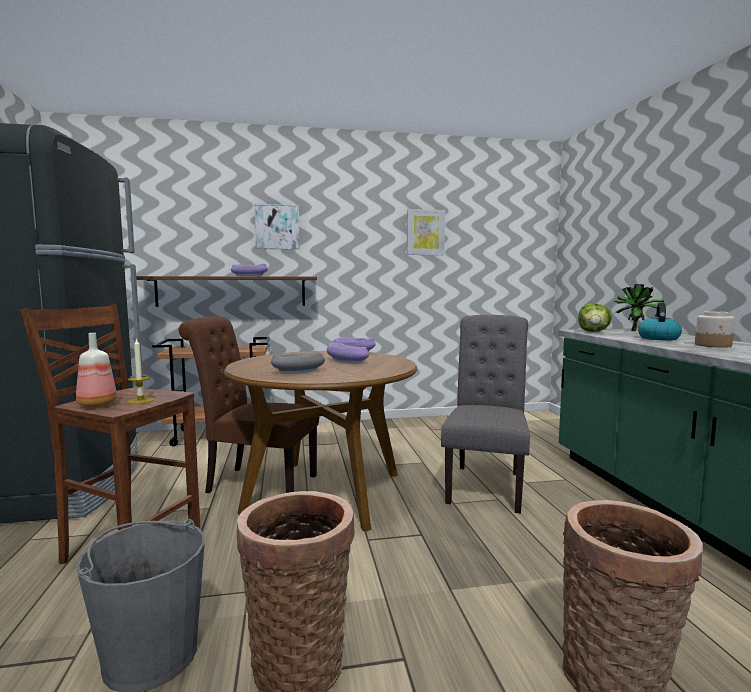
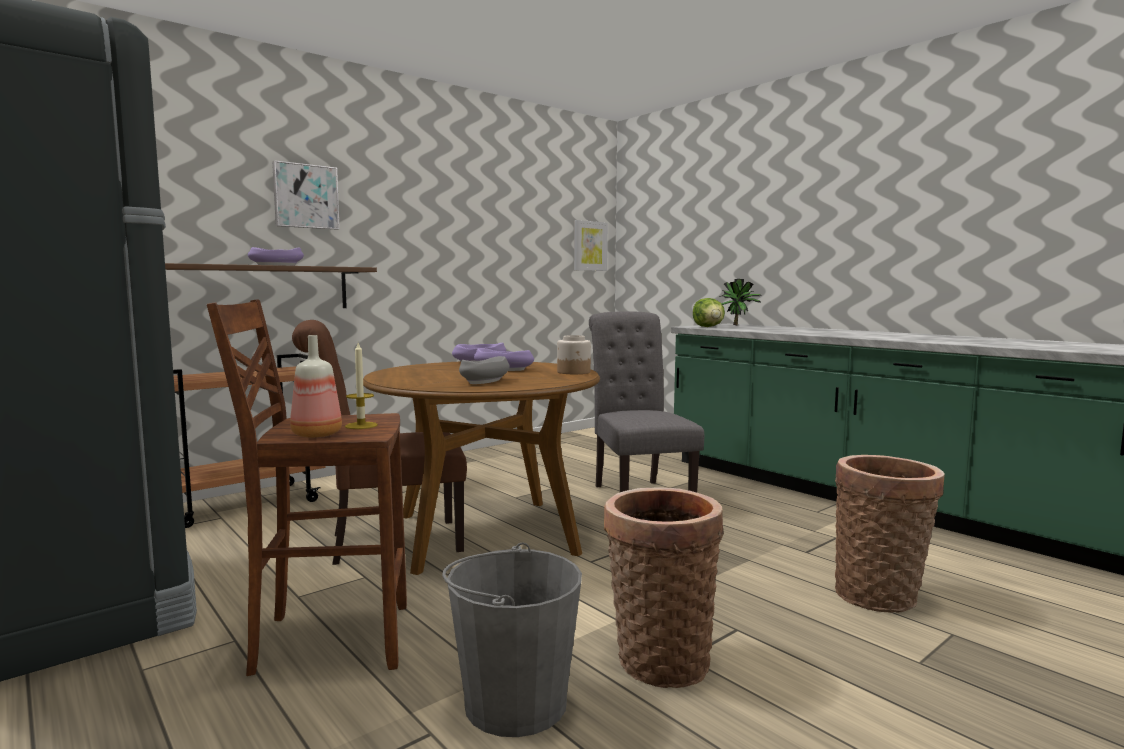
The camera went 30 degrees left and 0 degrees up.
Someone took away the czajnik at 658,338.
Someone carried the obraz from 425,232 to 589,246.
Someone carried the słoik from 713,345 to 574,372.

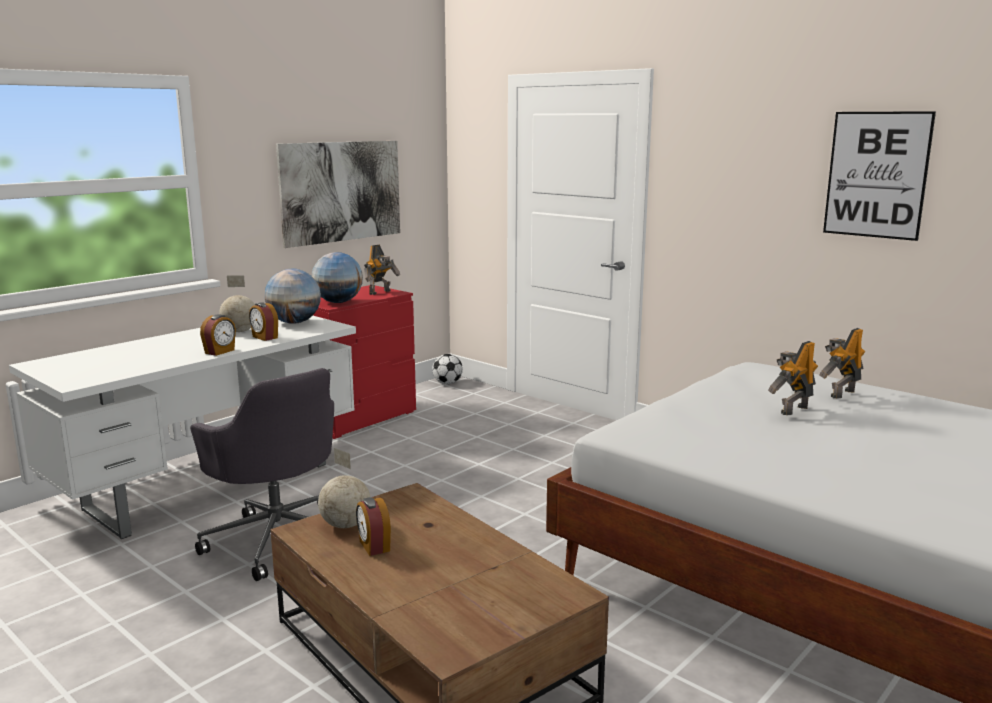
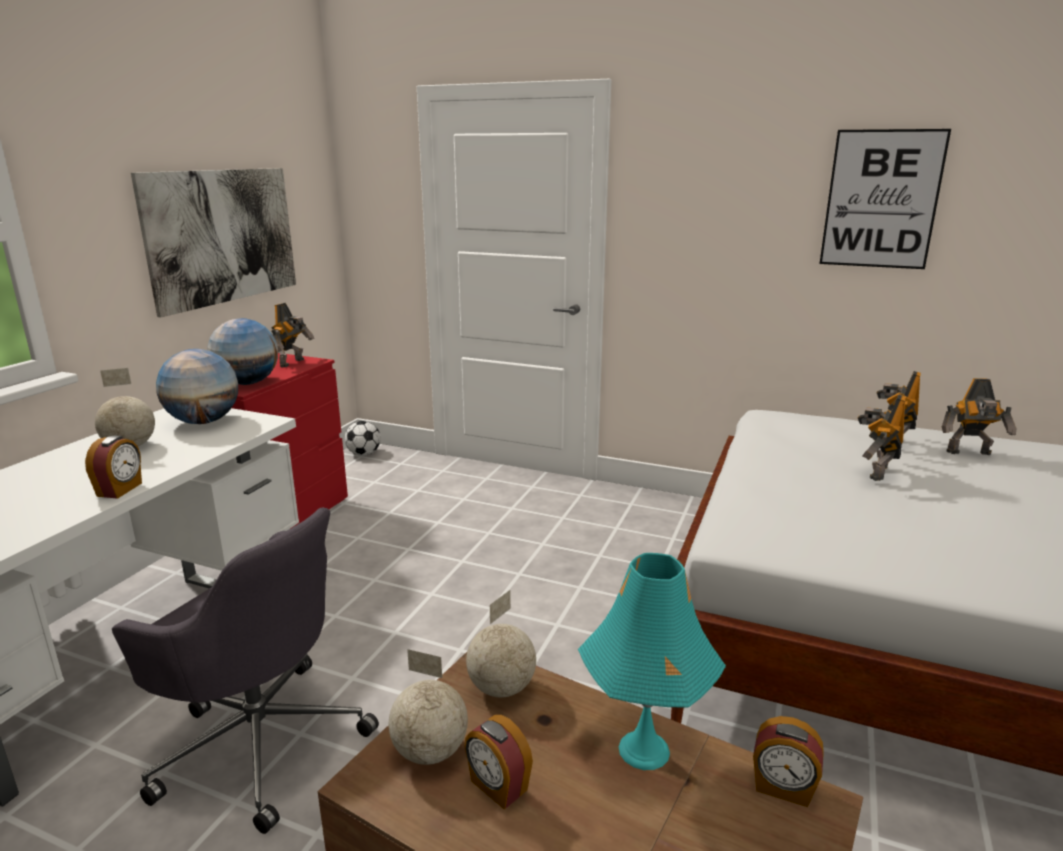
The camera went 20 degrees left and 5 degrees up.
Someone put down the globus at 502,688.
Someone put down the lampa stołowa/turkusowy at 643,750.
Someone put down the robot zabawkowy at 970,453.
Someone carried the budzik from 264,337 to 783,788.

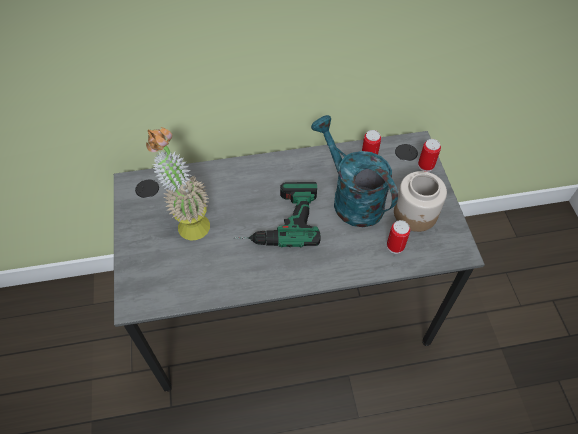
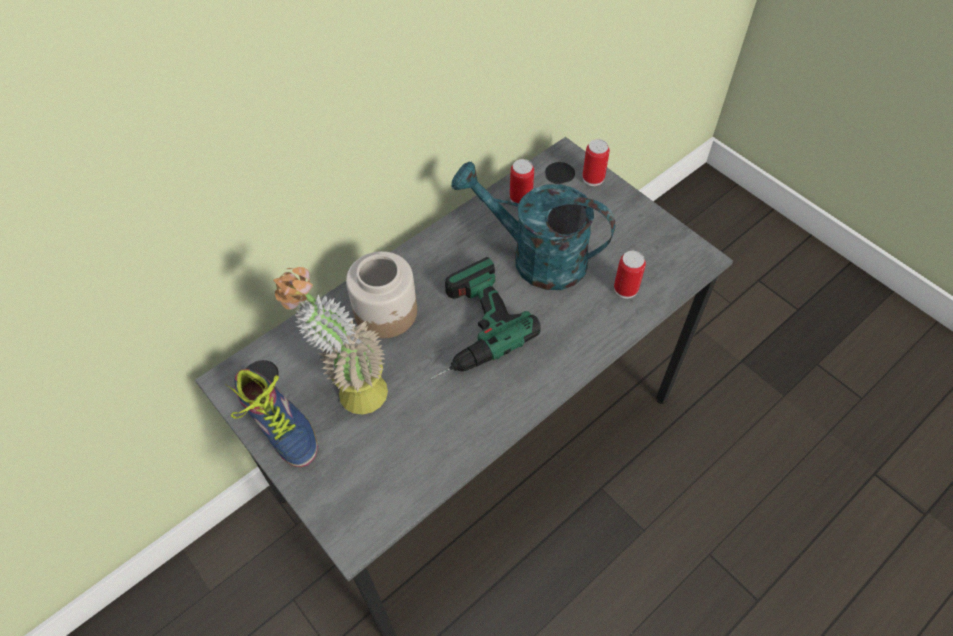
The camera went 30 degrees left and 0 degrees up.
Someone put down the but at 276,427.
Someone carried the słoik from 415,214 to 386,312.

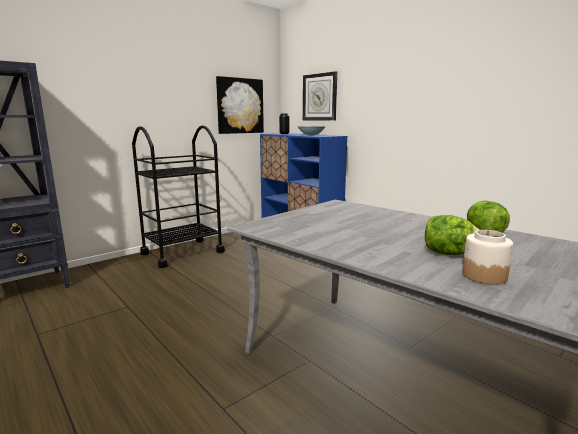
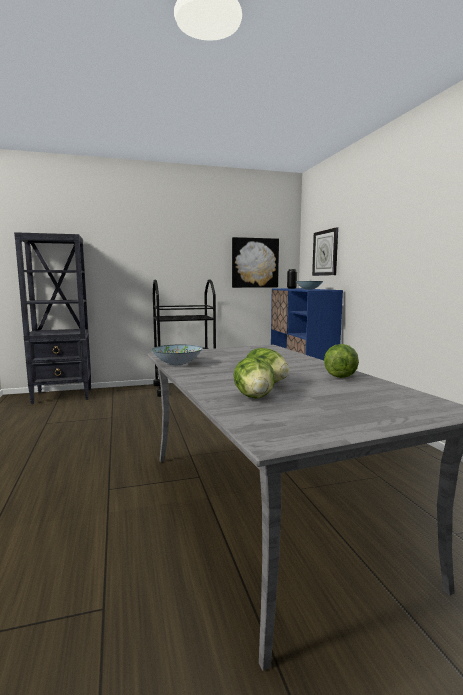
The camera went 25 degrees right and 5 degrees down.
Someone put down the miska at 177,363.
Someone swapped the słoik at 484,276 for the sałata at 254,397.

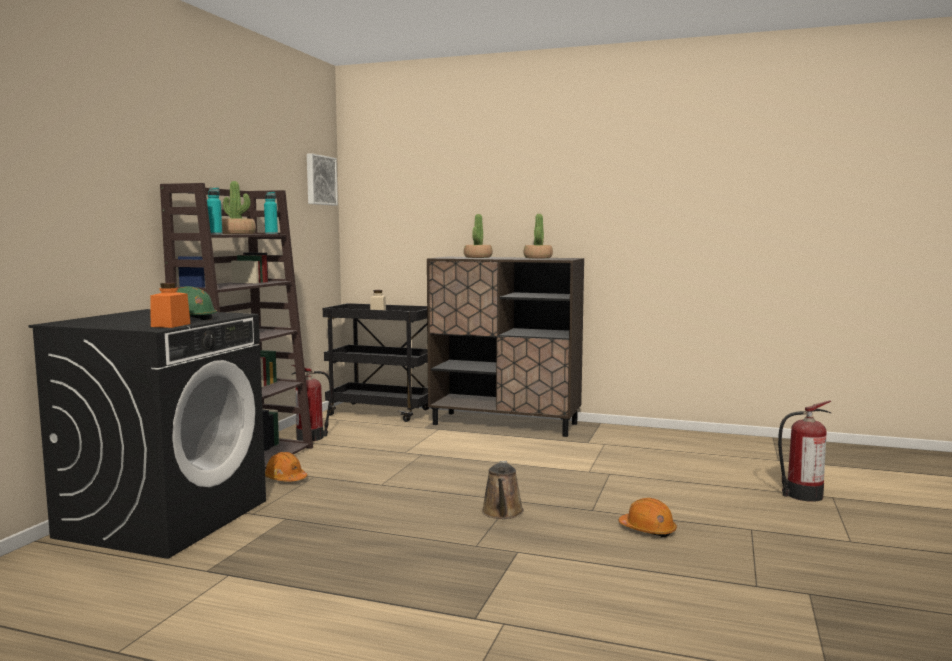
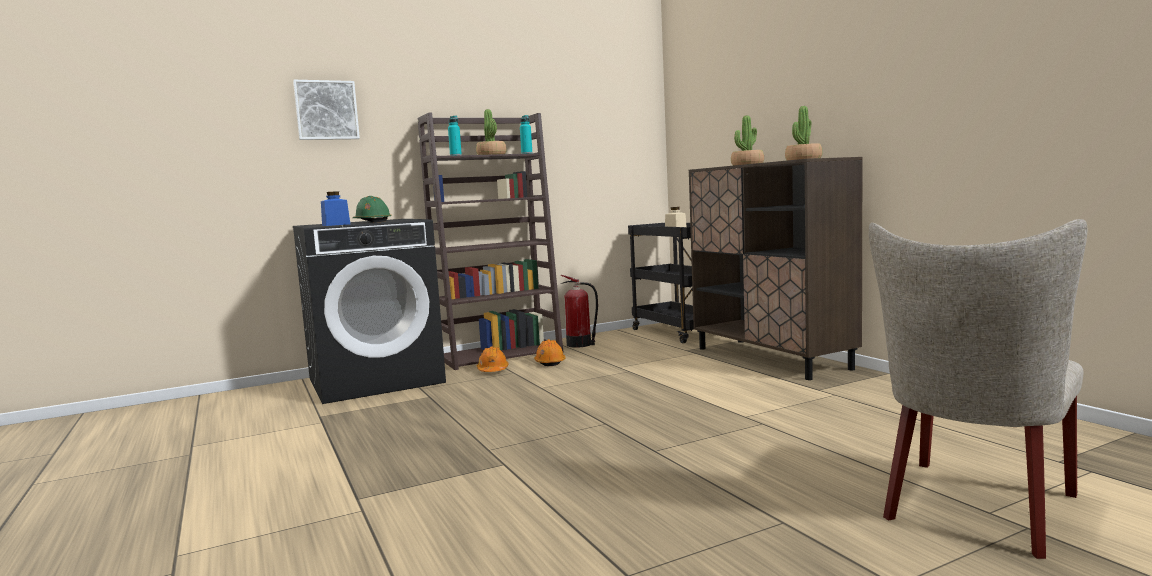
The camera went 45 degrees right and 0 degrees up.
Someone took away the konewka/brązowy at 502,513.
Someone carried the obraz from 320,180 to 326,110.
Someone carried the kask/pomarańczowy from 647,530 to 550,362.
Someone swapped the gaśnica at 802,495 for the krzesło/beżowy at 975,510.
Someone repainted the słoik/pomarańczowy at 170,325, which became the słoik/niebieski at 336,225.

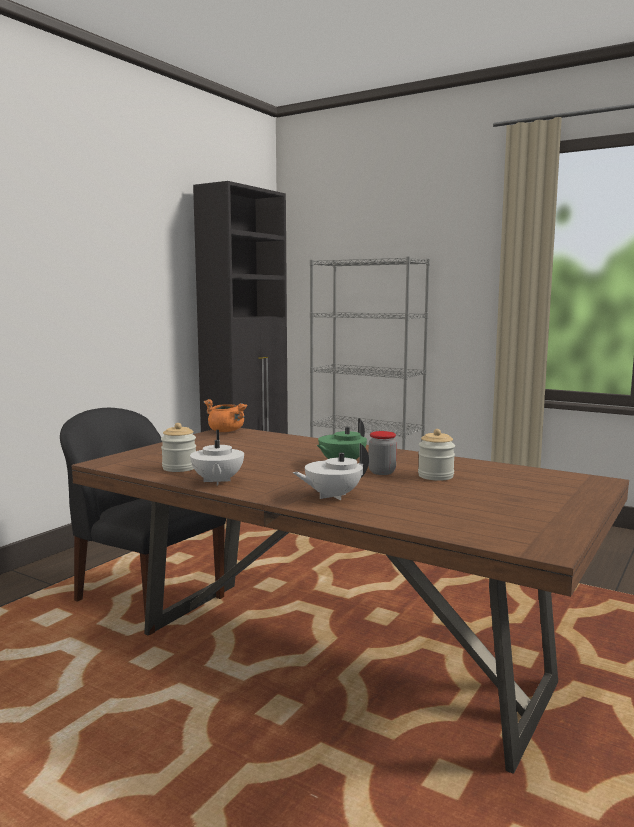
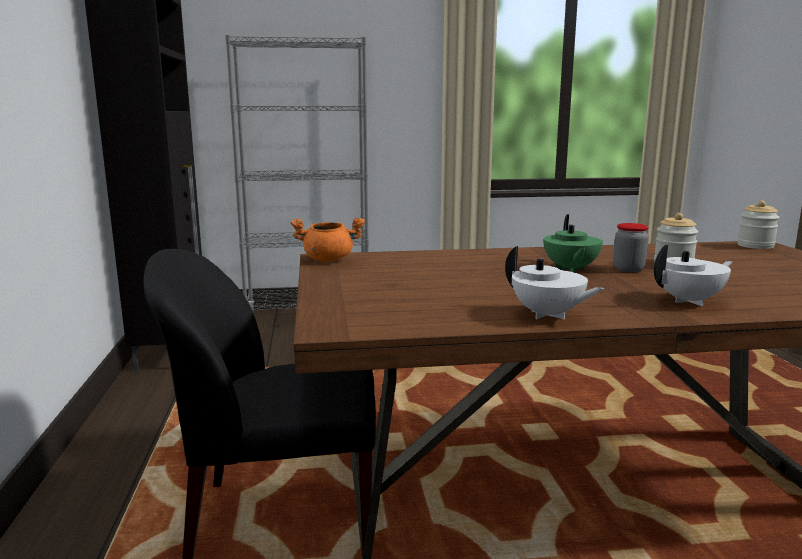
The camera went 40 degrees left and 5 degrees up.
Someone carried the słoik from 179,468 to 755,246.
Someone rotated the imbryk/biały at 332,496 by 135 degrees counterclockwise.

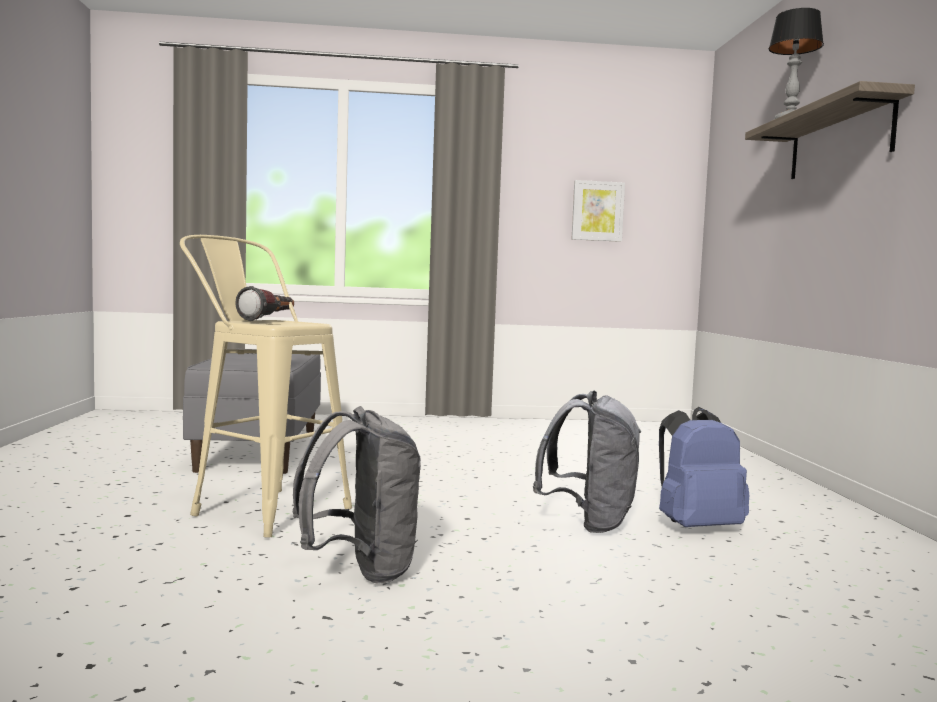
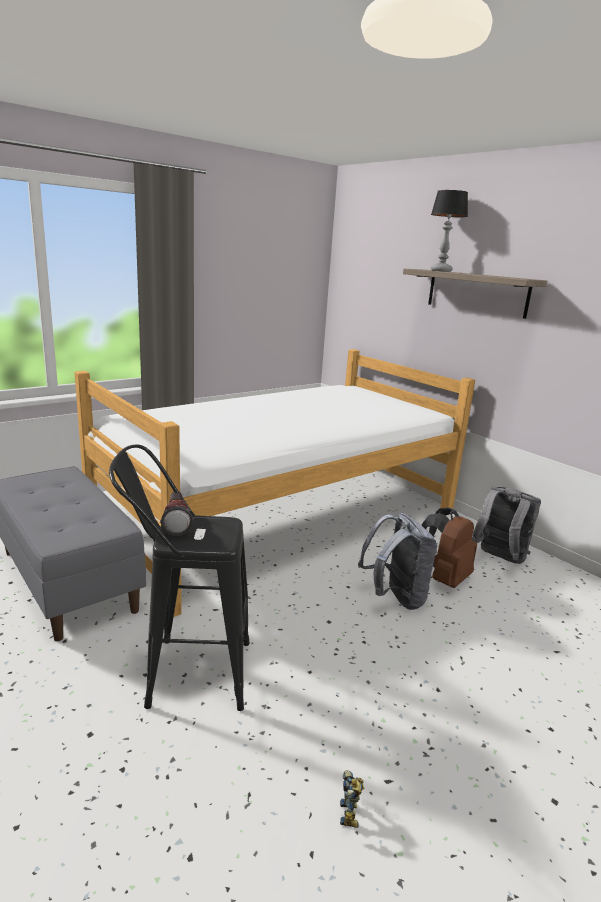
The camera went 35 degrees left and 15 degrees up.
Someone took away the obraz at 597,211.
Someone put down the łóżko at 282,517.
Someone put down the robot zabawkowy at 351,813.
Someone carried the plecak/szary from 360,570 to 498,559.
Someone repainted the stołek/beżowy at 262,509, which became the stołek/czarny at 186,672.
Someone repainted the plecak/niebieski at 695,527, which became the plecak/brązowy at 444,579.

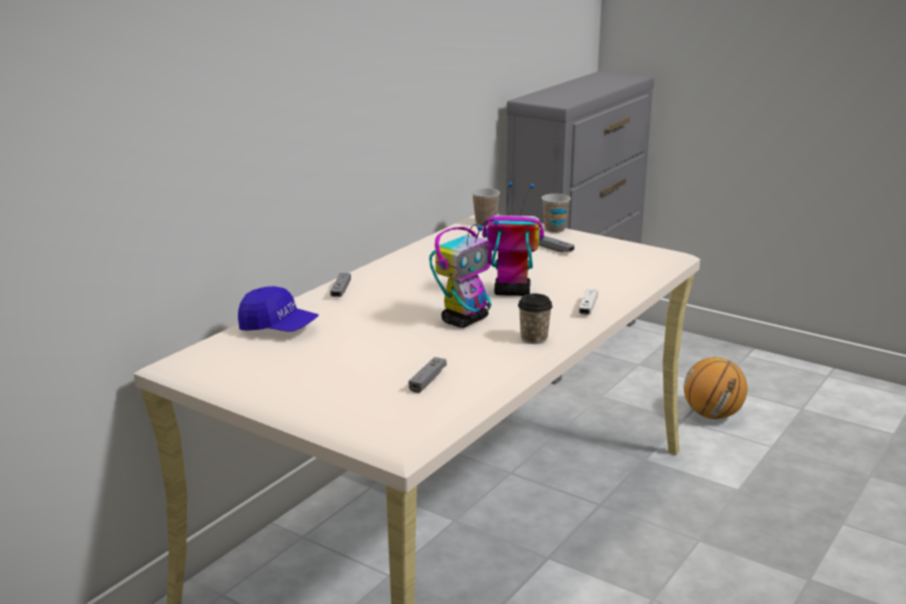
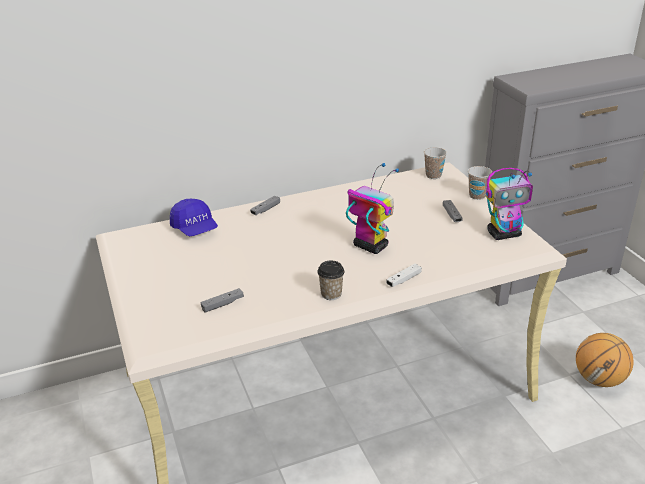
The camera went 35 degrees right and 10 degrees up.
Someone carried the robot zabawkowy from 465,320 to 504,234.

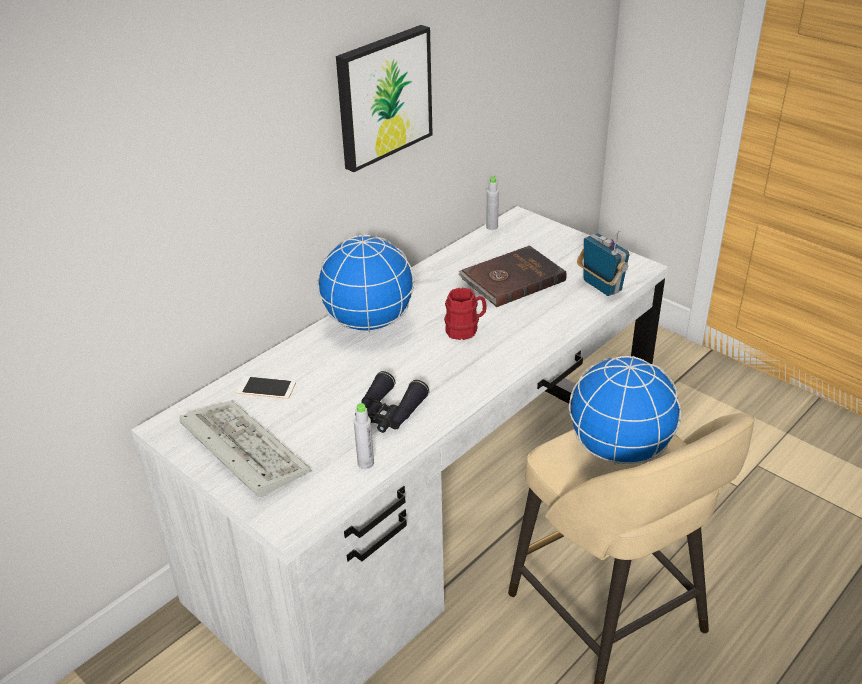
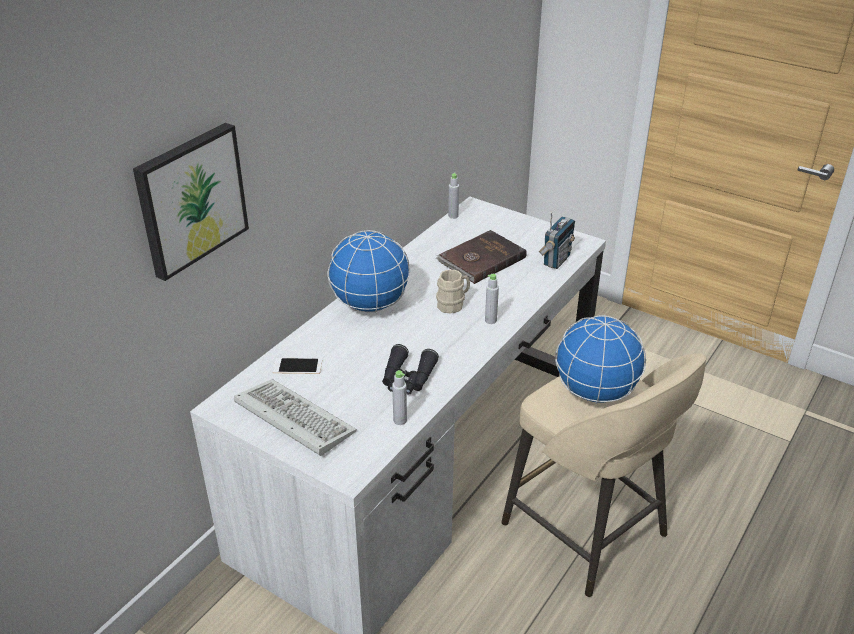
The camera went 10 degrees left and 0 degrees up.
Someone put down the butelka/szary at 490,320.
Someone carried the obraz from 383,96 to 190,199.
Someone repainted the kubek/czerwony at 466,329, which became the kubek/beżowy at 453,304.
Someone rotated the radio at 601,286 by 75 degrees clockwise.

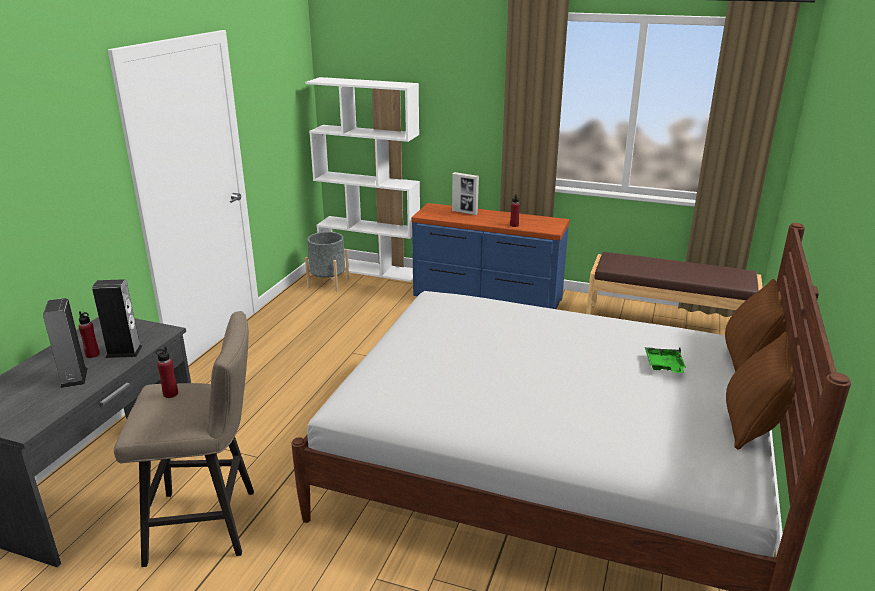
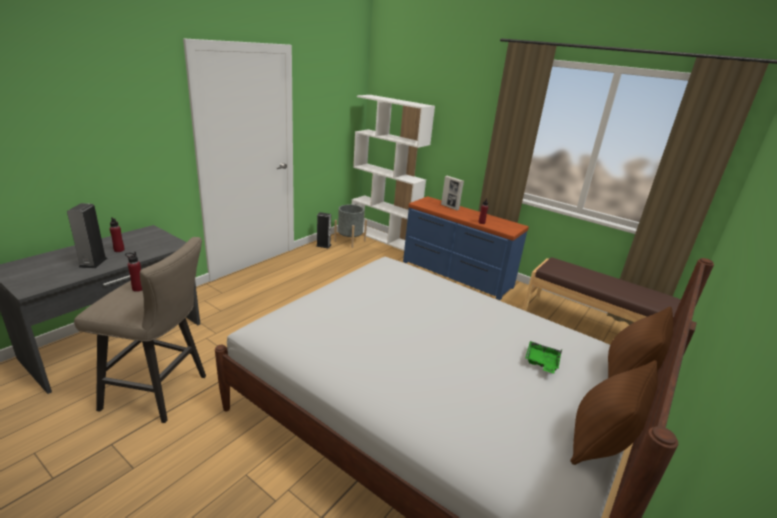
The camera went 15 degrees right and 0 degrees up.
Someone carried the głośnik from 124,352 to 323,245.

